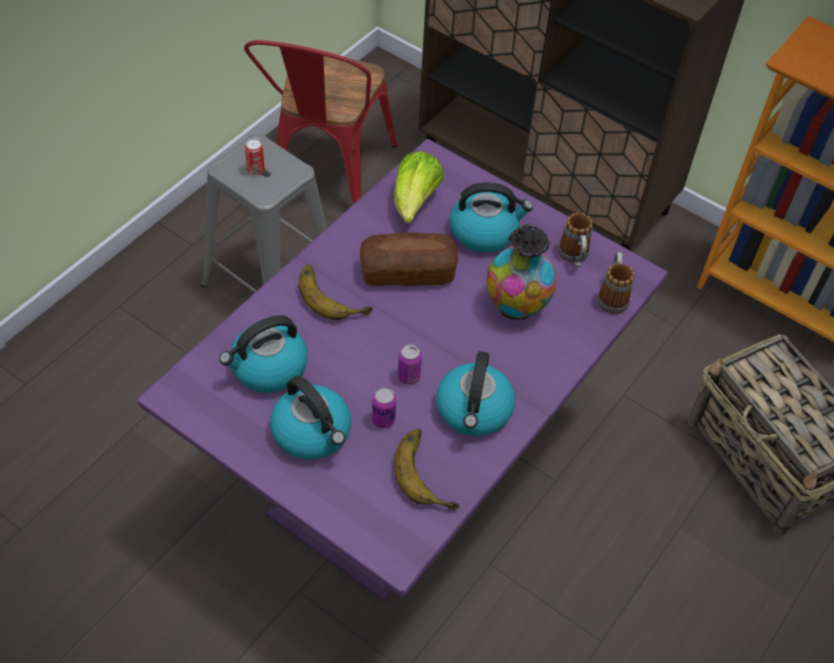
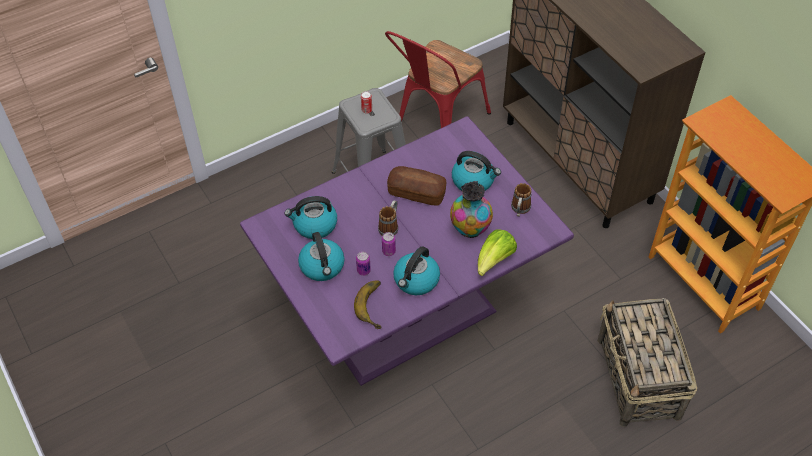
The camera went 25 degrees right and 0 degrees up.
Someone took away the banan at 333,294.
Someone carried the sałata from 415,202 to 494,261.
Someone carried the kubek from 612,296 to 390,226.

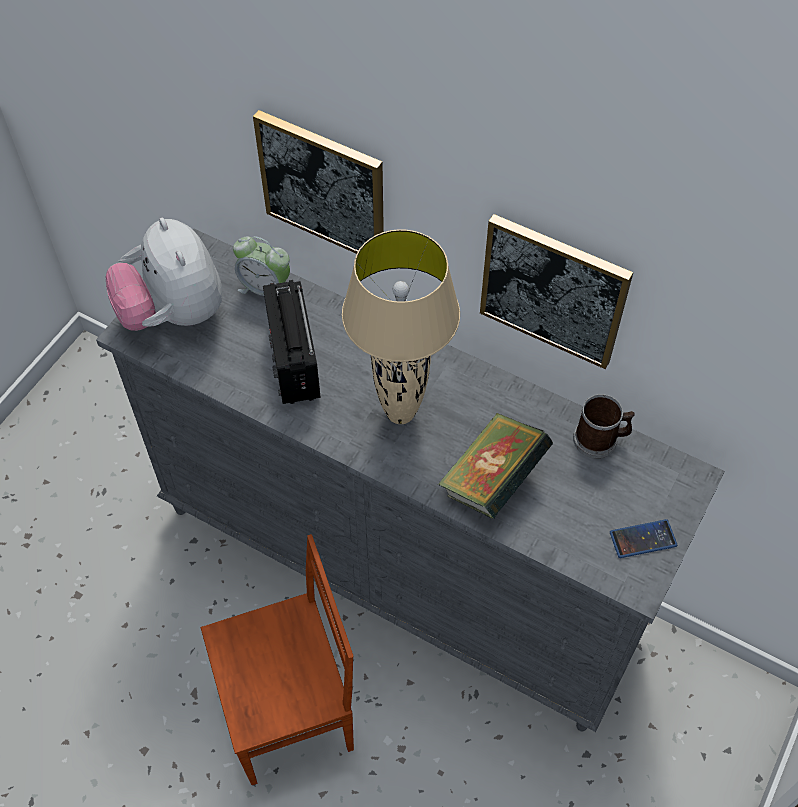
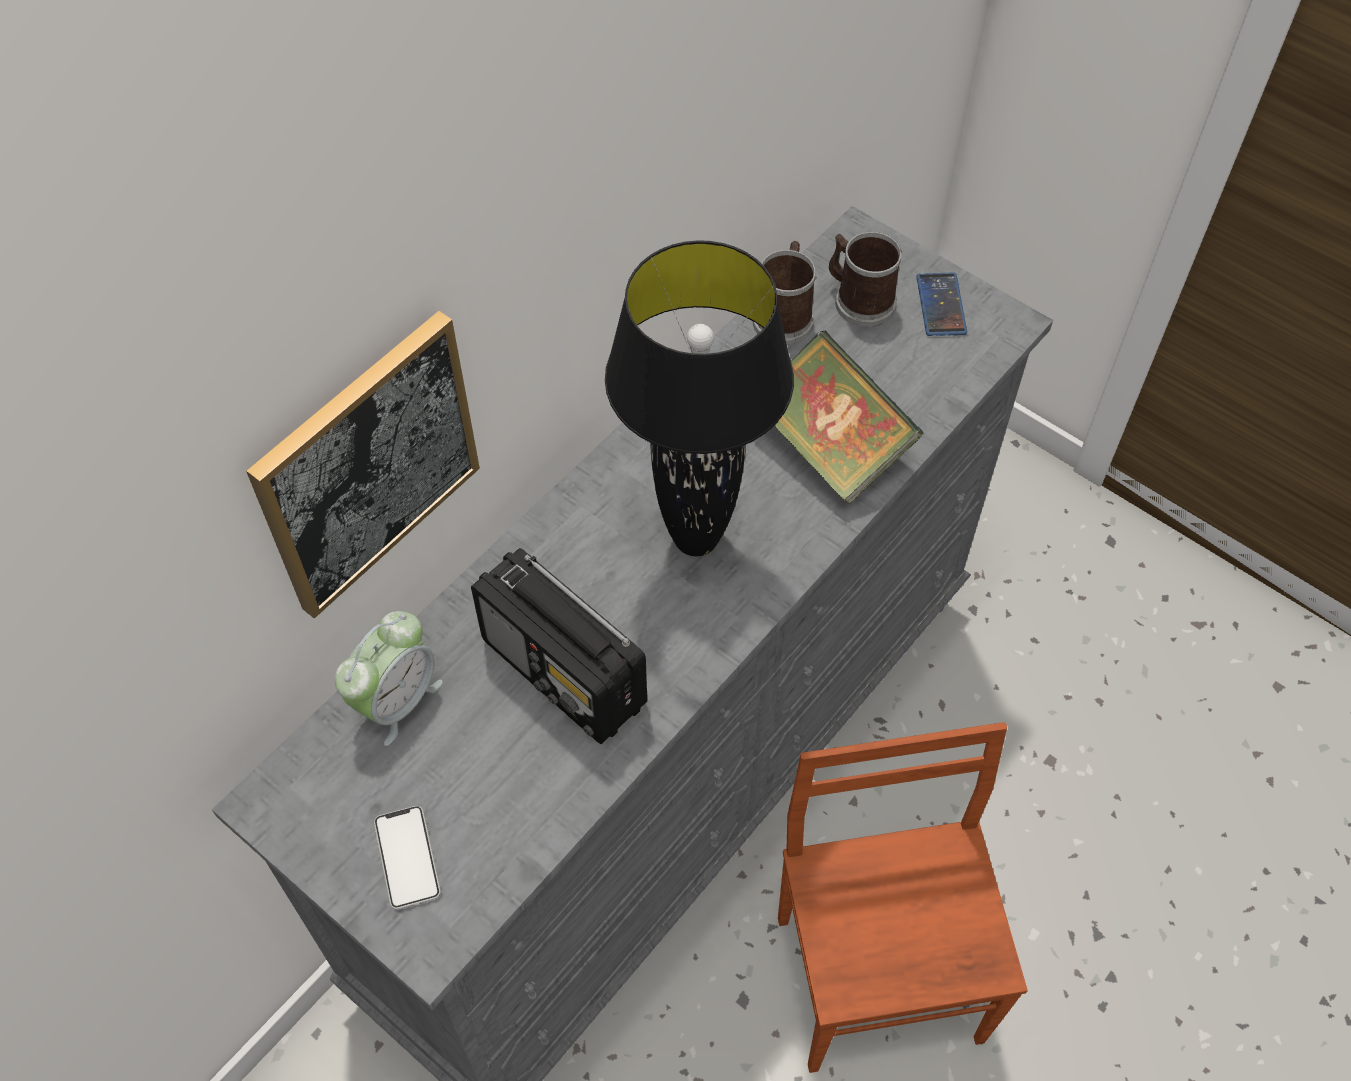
The camera went 80 degrees left and 0 degrees up.
Someone took away the obraz at 553,290.
Someone put down the kubek at 859,300.
Someone swapped the pluszak at 173,313 for the telefon at 407,858.
Someone repainted the lampa stołowa/beżowy at 400,412, which became the lampa stołowa/czarny at 694,539.
Someone rotated the radio at 294,362 by 45 degrees clockwise.

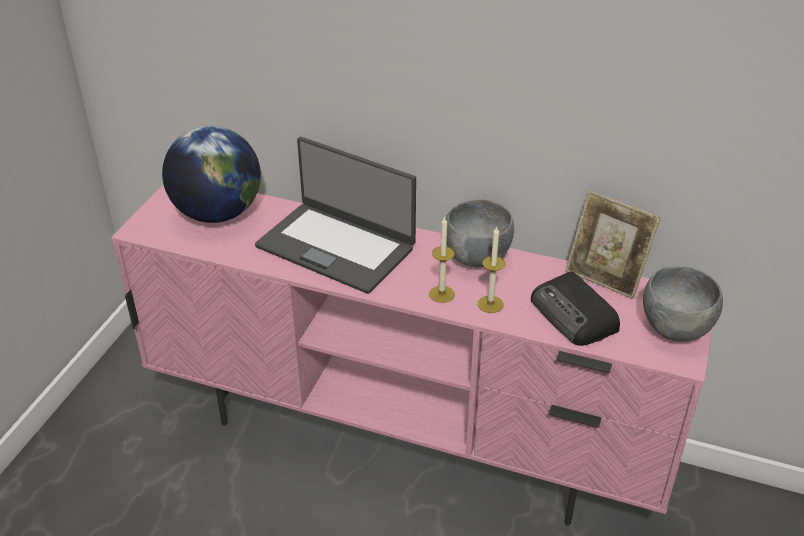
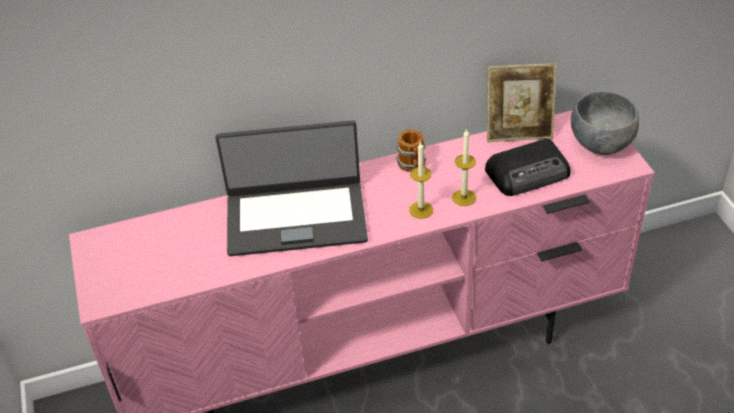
The camera went 35 degrees left and 5 degrees up.
Someone took away the globus at 217,213.
Someone swapped the miska/szary at 476,257 for the kubek at 413,167.
Someone rotated the radio at 574,315 by 45 degrees counterclockwise.

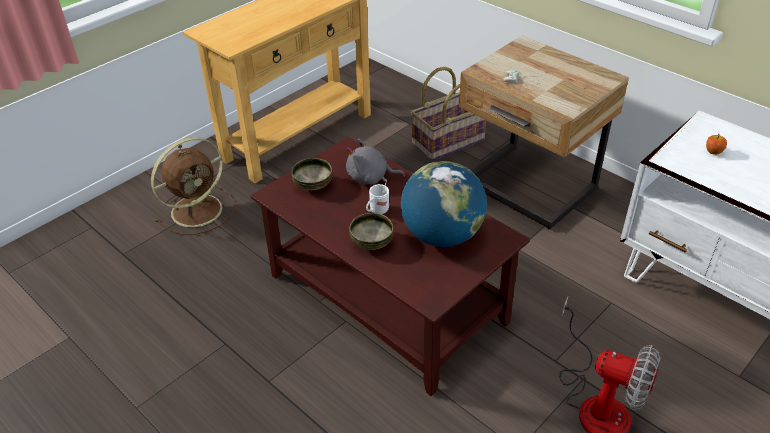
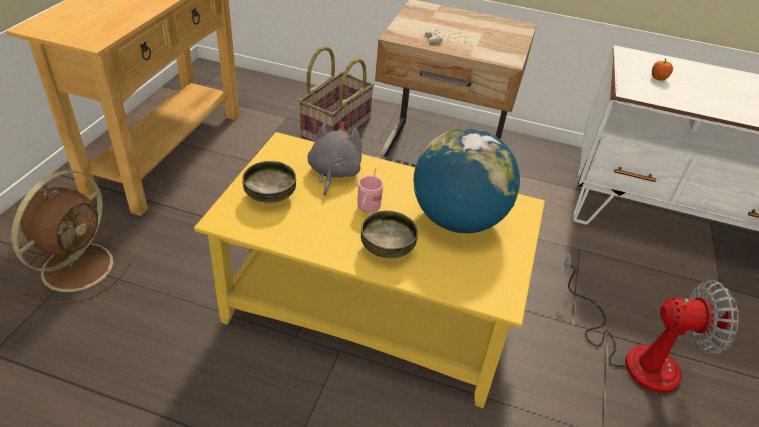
The camera went 30 degrees left and 0 degrees up.
Someone repainted the ława/brązowy at 384,298, which became the ława/żółty at 367,309.
Someone repainted the kubek/biały at 377,211, which became the kubek/różowy at 367,209.
Someone rotated the pluszak/szary at 370,178 by 120 degrees clockwise.

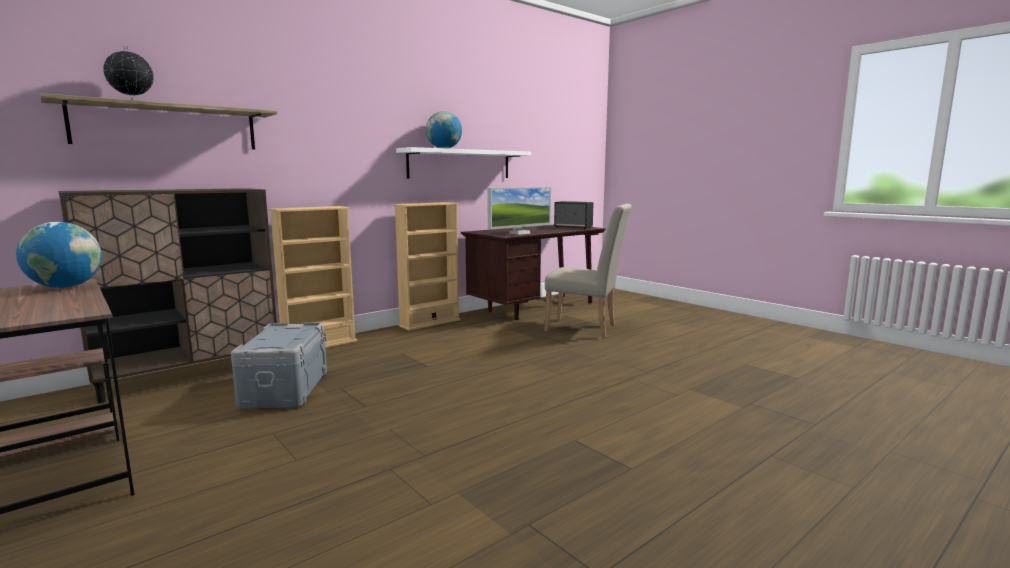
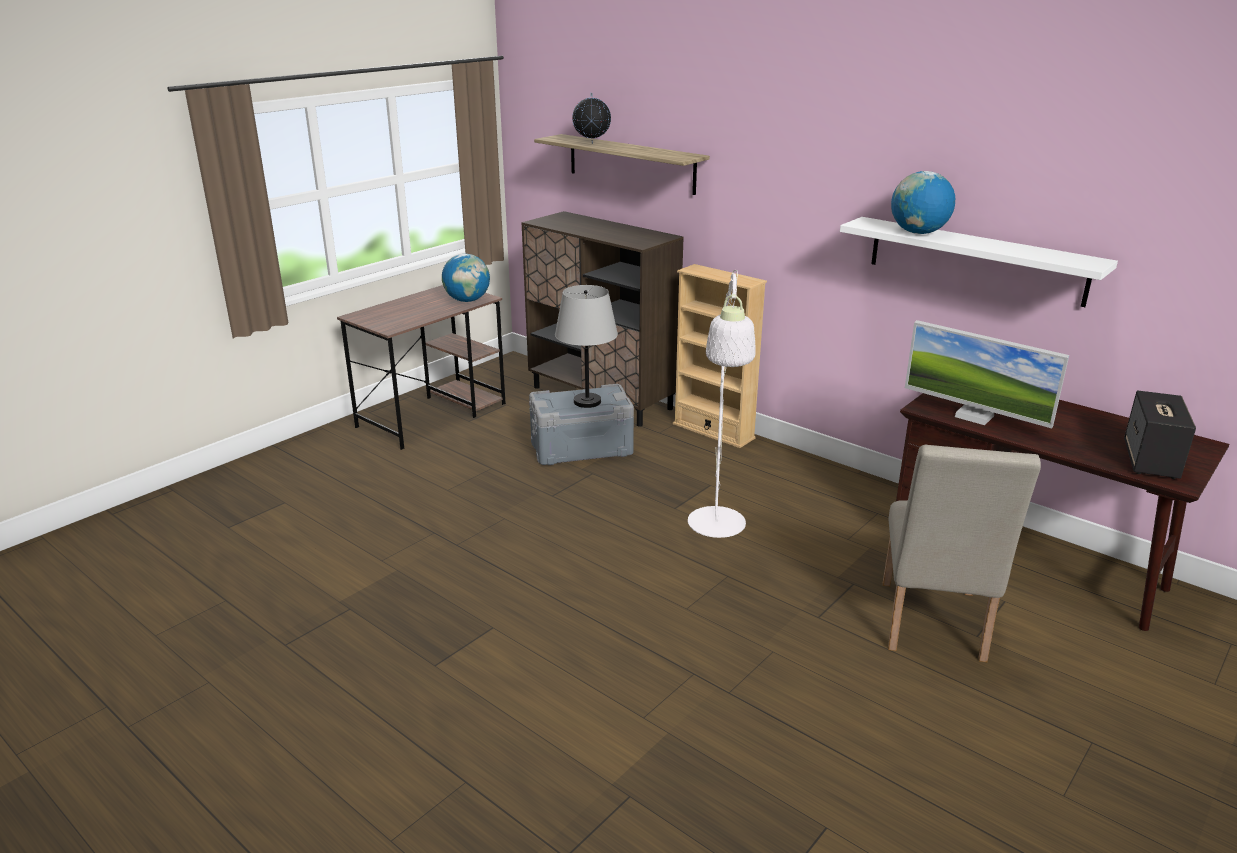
The camera went 80 degrees right and 15 degrees up.
Someone took away the regał/beżowy at 430,323.
Someone put down the lampa stołowa/szary at 587,402.
Someone put down the lampa stojąca/biały at 717,530.

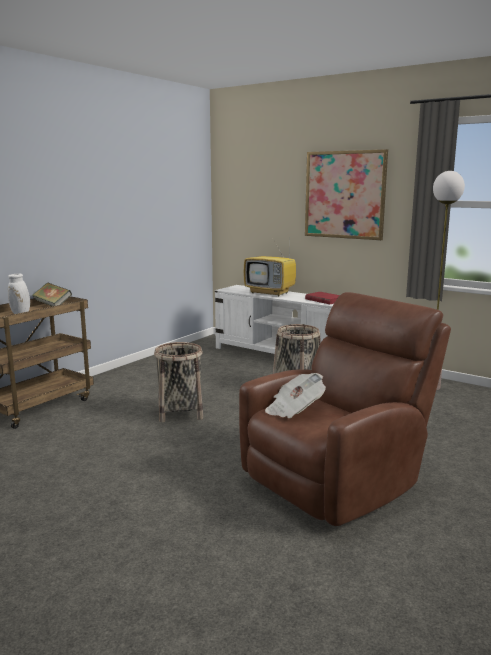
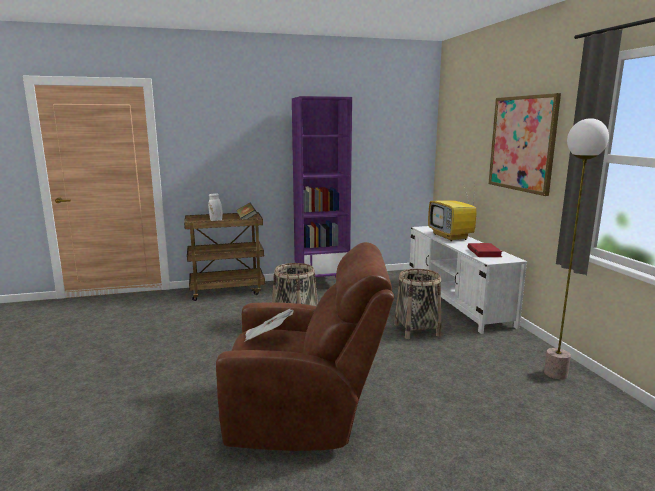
The camera went 40 degrees right and 0 degrees up.
Someone put down the regał/fioletowy at 321,283.

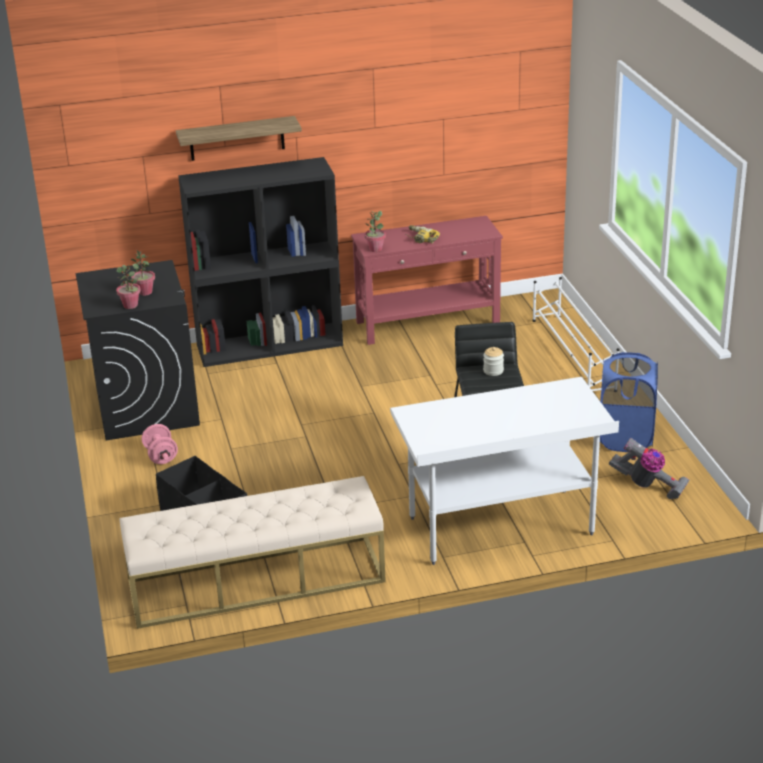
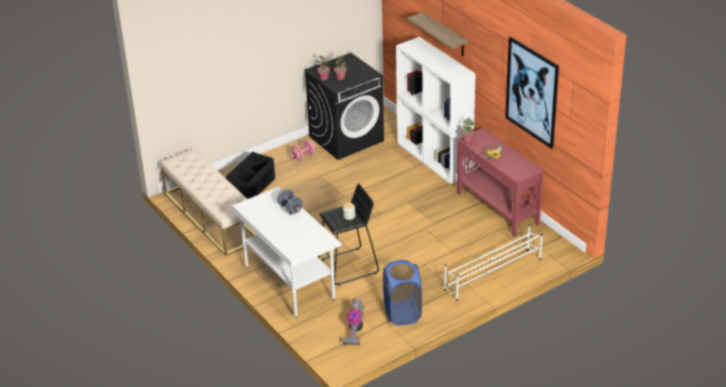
The camera went 70 degrees right and 5 degrees up.
Someone put down the hantel/szary at 290,209.
Someone put up the obraz at 532,92.
Someone repainted the regał/czarny at 270,344, which became the regał/biały at 435,158.

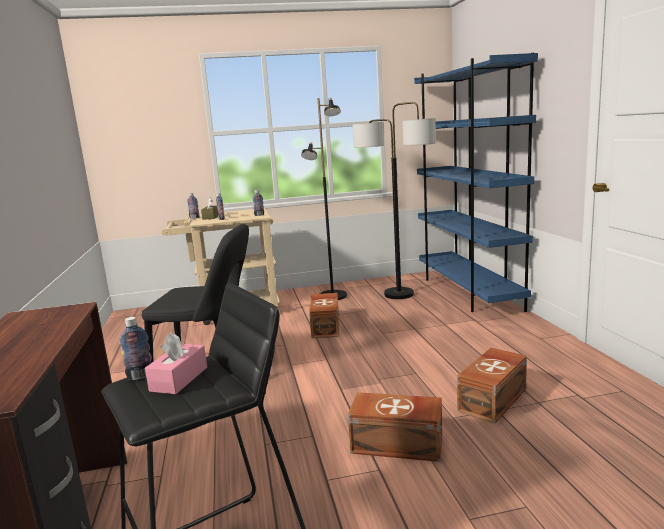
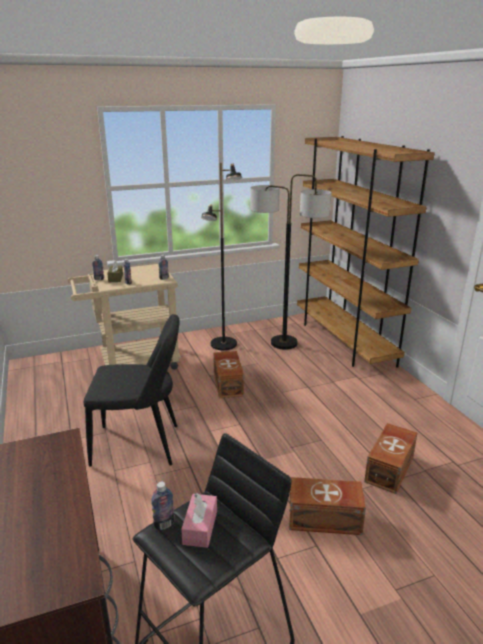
The camera went 10 degrees left and 10 degrees up.
Someone repainted the regał/niebieski at 468,291, which became the regał/brązowy at 344,341.

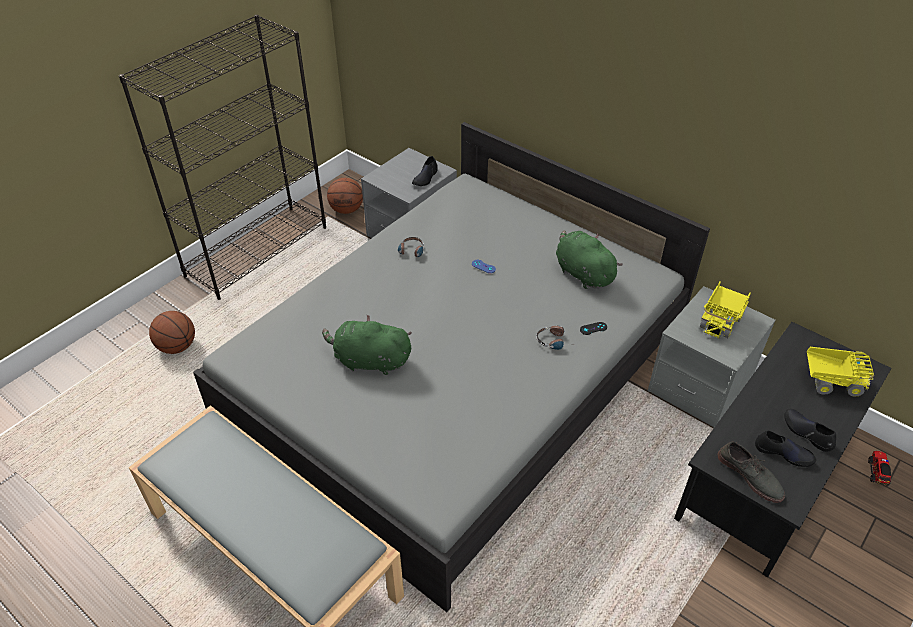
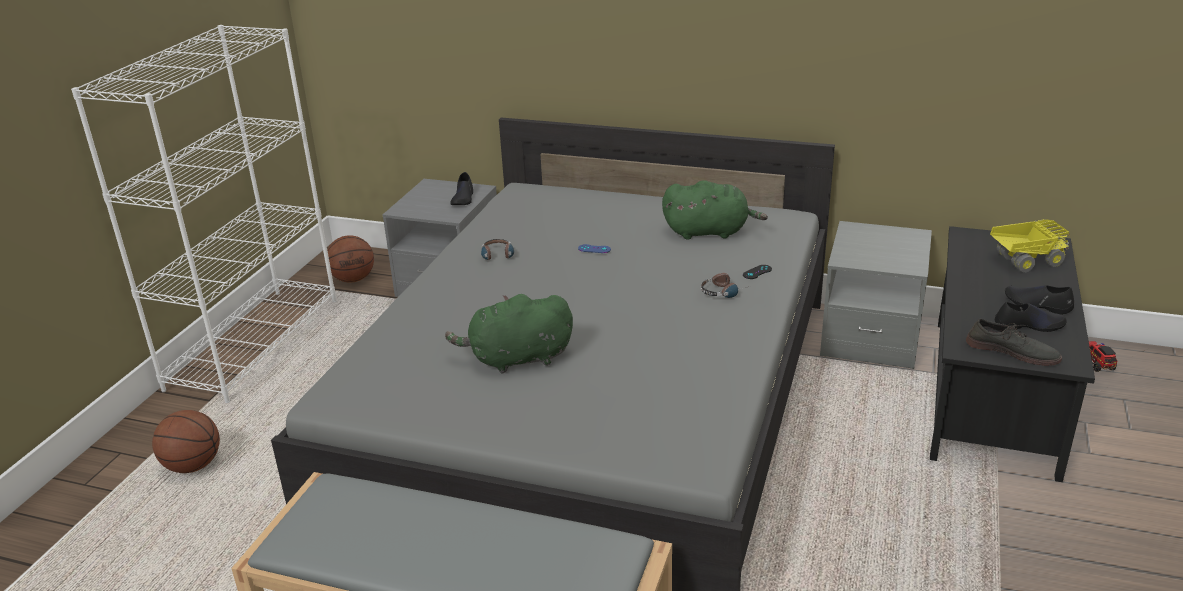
The camera went 20 degrees left and 15 degrees down.
Someone took away the ciężarówka zabawkowa at 721,320.
Someone repainted the regał/czarny at 257,250, which became the regał/biały at 255,342.
Someone rotated the pluszak/zielony at 582,273 by 150 degrees clockwise.

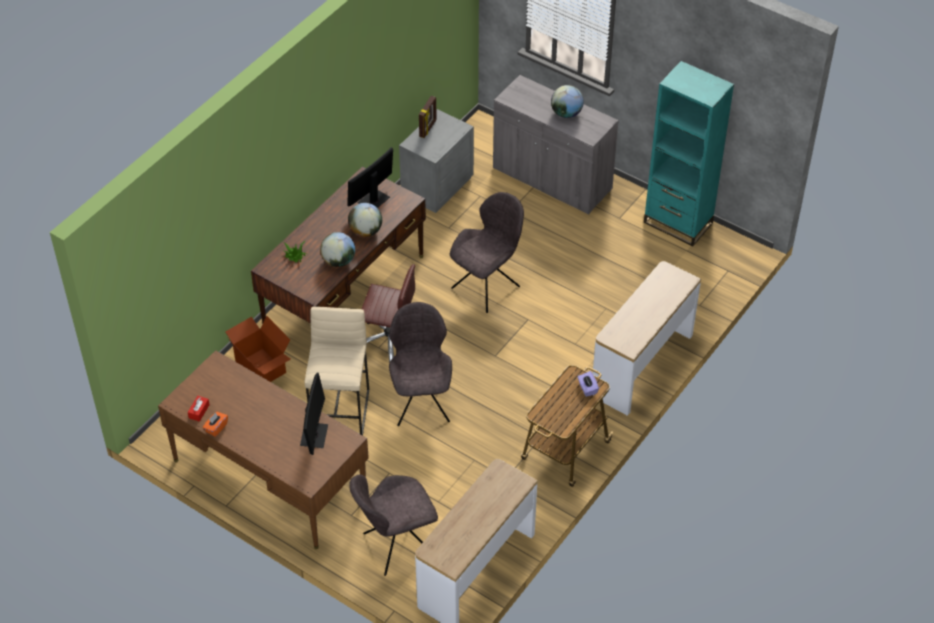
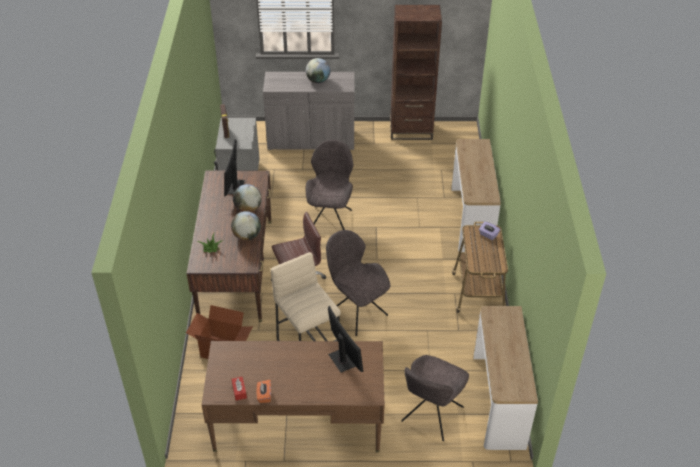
The camera went 35 degrees left and 5 degrees down.
Someone repainted the regał/turkusowy at 678,223, which became the regał/brązowy at 411,131.

